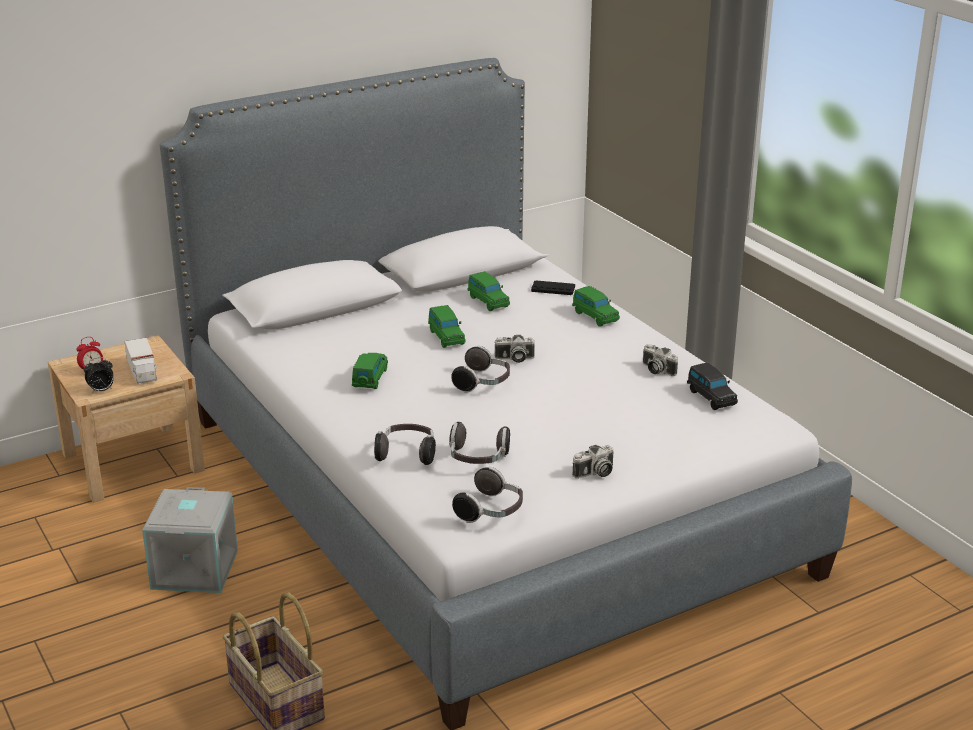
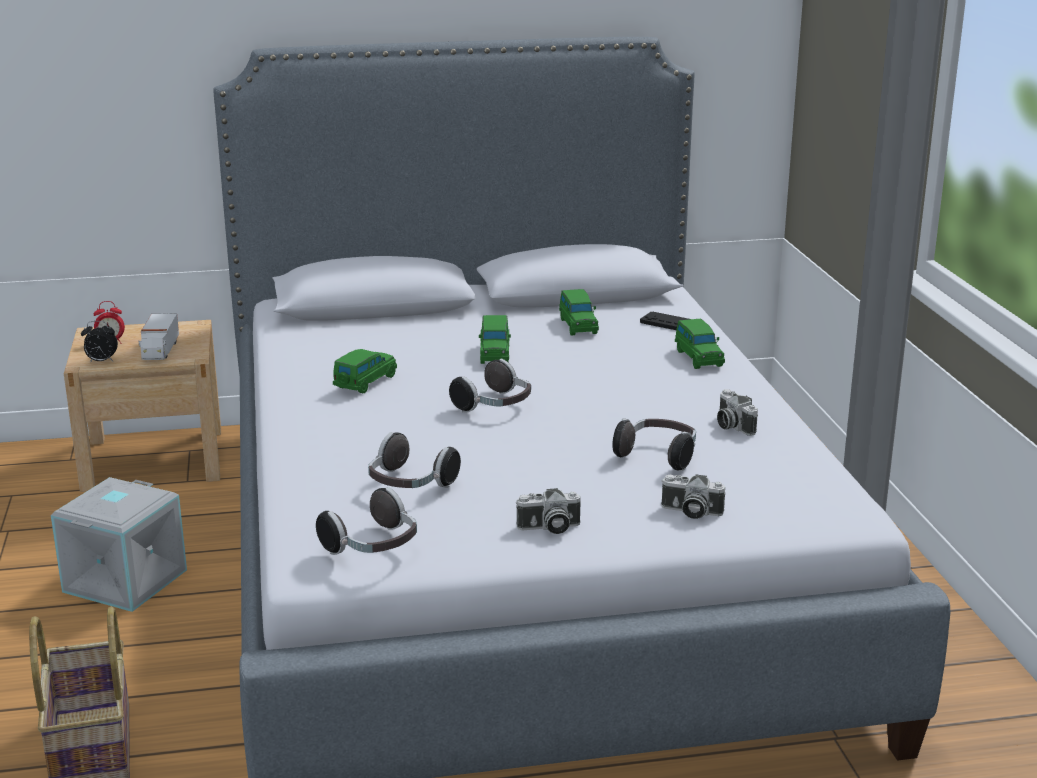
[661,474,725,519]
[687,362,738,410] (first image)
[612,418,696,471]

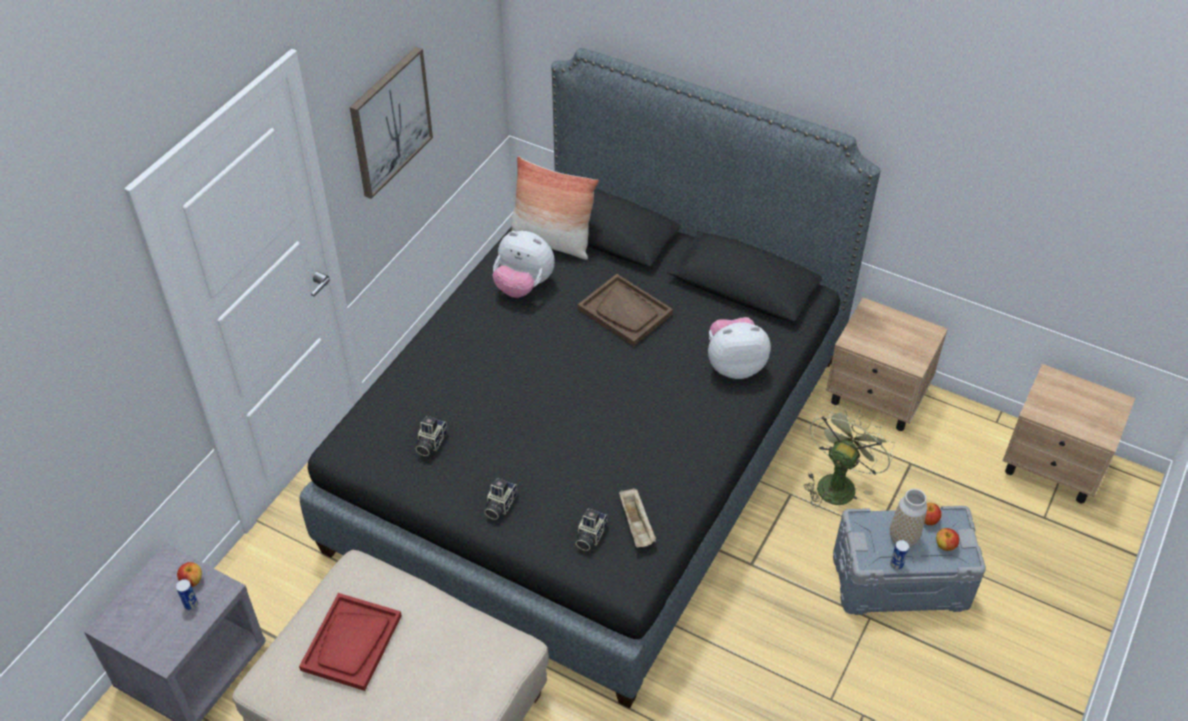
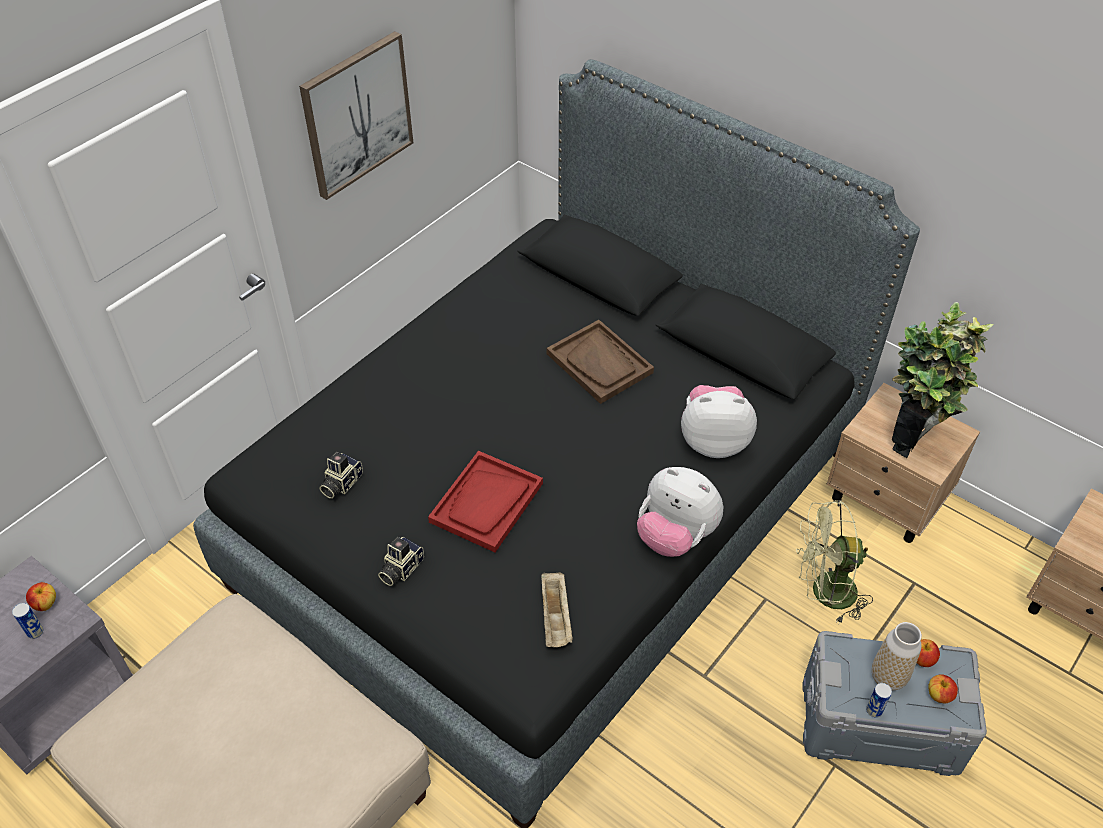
[508,156,599,260] (first image)
[637,467,723,557]
[796,500,873,624]
[576,508,608,551] (first image)
[428,451,543,552]
[892,302,994,458]

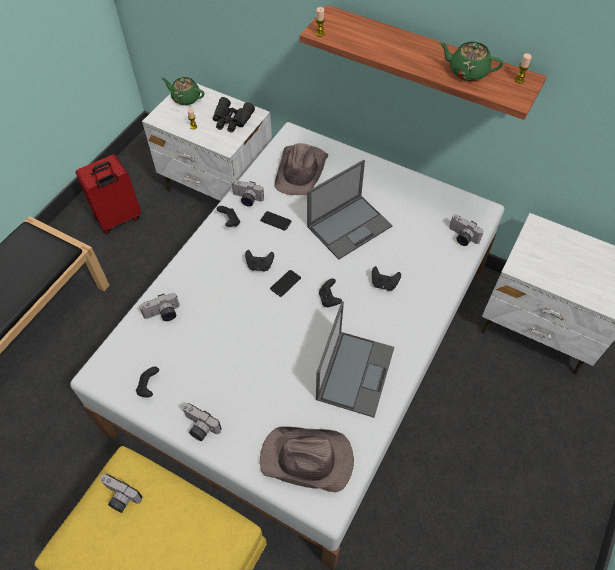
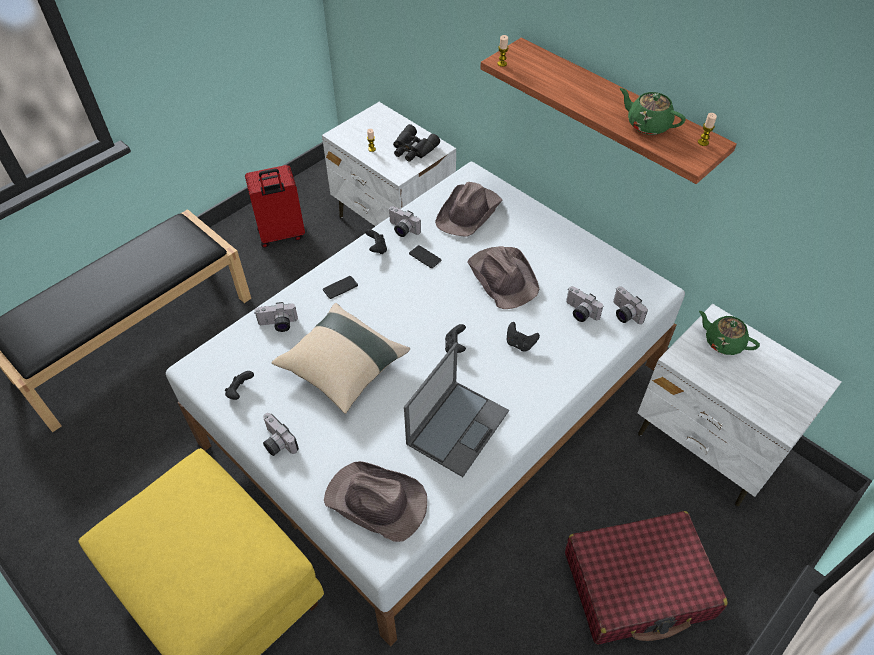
[699,311,760,355]
[468,246,539,309]
[245,250,274,271] (first image)
[323,276,358,299]
[566,286,603,322]
[271,303,410,414]
[565,511,728,644]

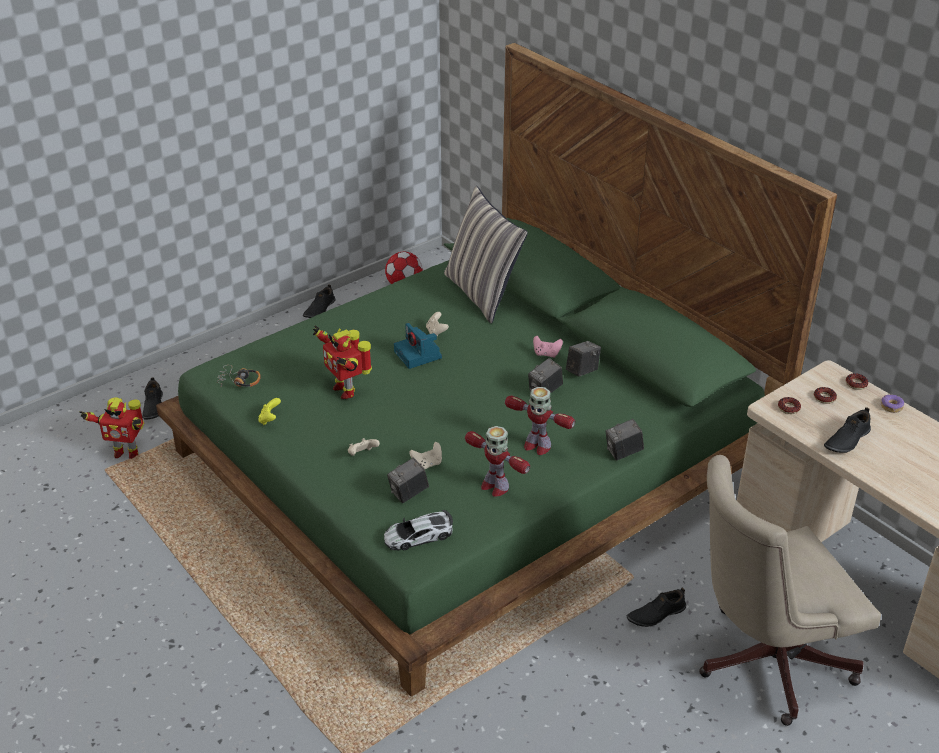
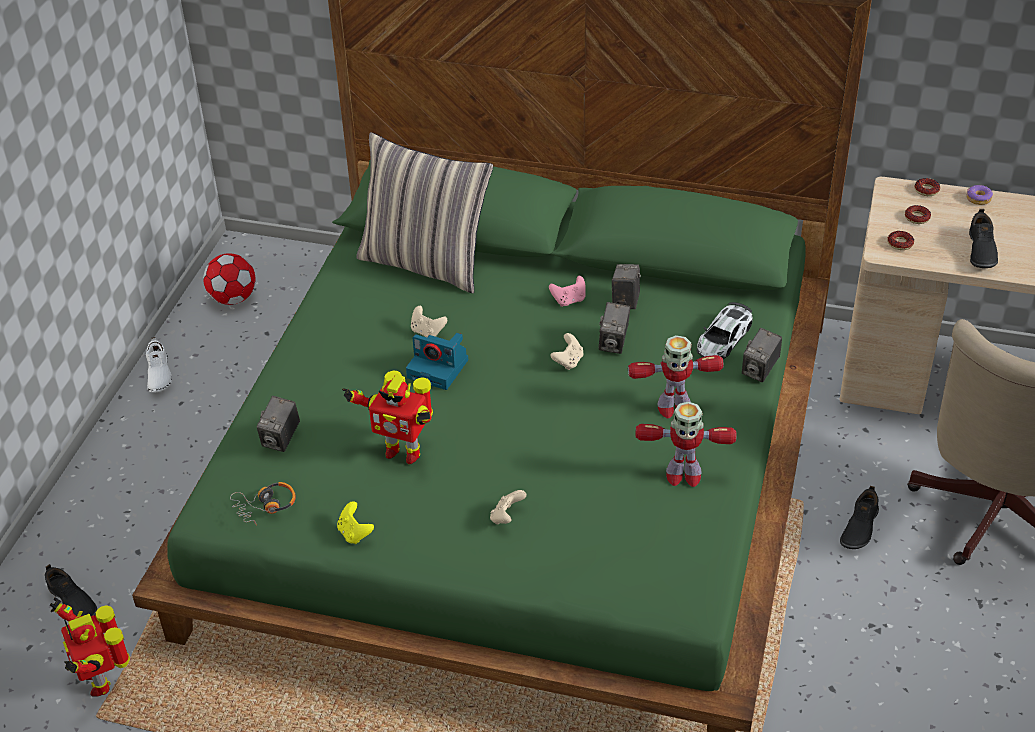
[146,337,172,393]
[50,597,130,697]
[550,333,583,370]
[257,396,300,452]
[697,302,753,359]

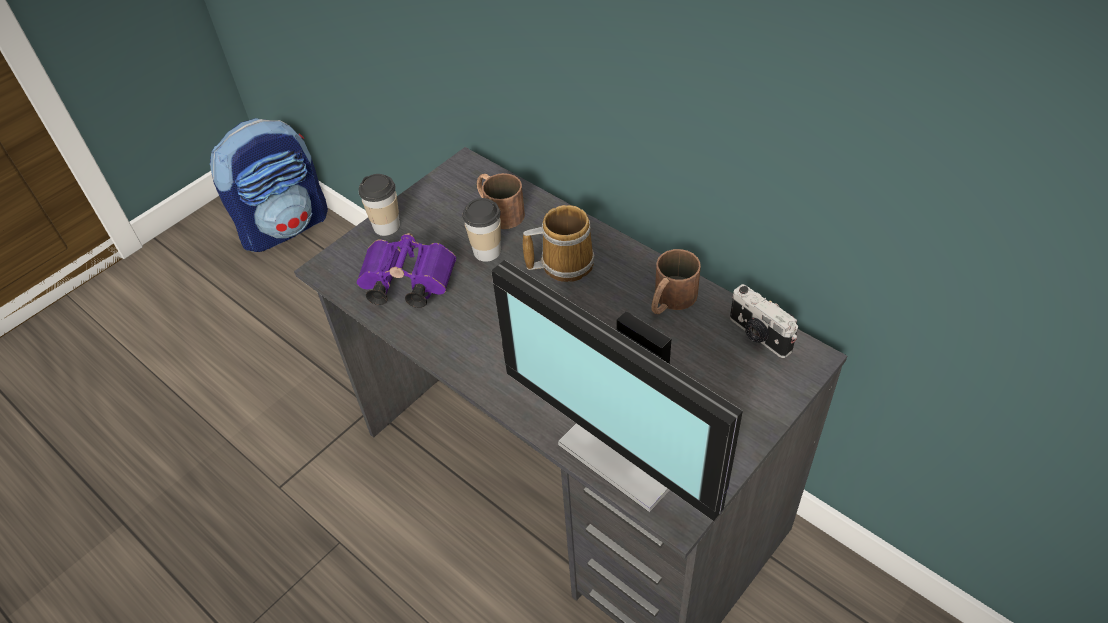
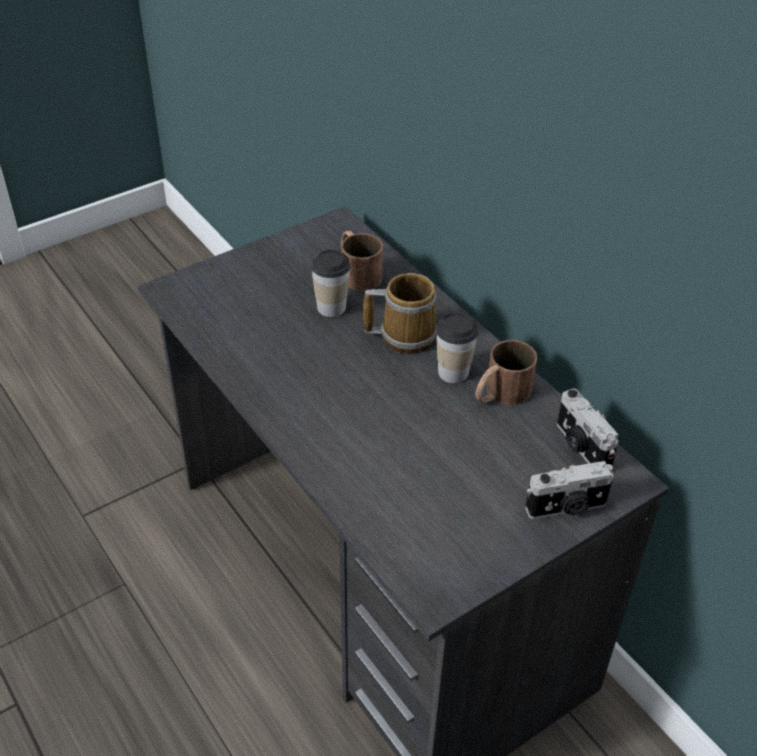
[210,118,328,252] (first image)
[436,313,478,383]
[357,233,456,308] (first image)
[491,260,743,521] (first image)
[525,461,614,519]

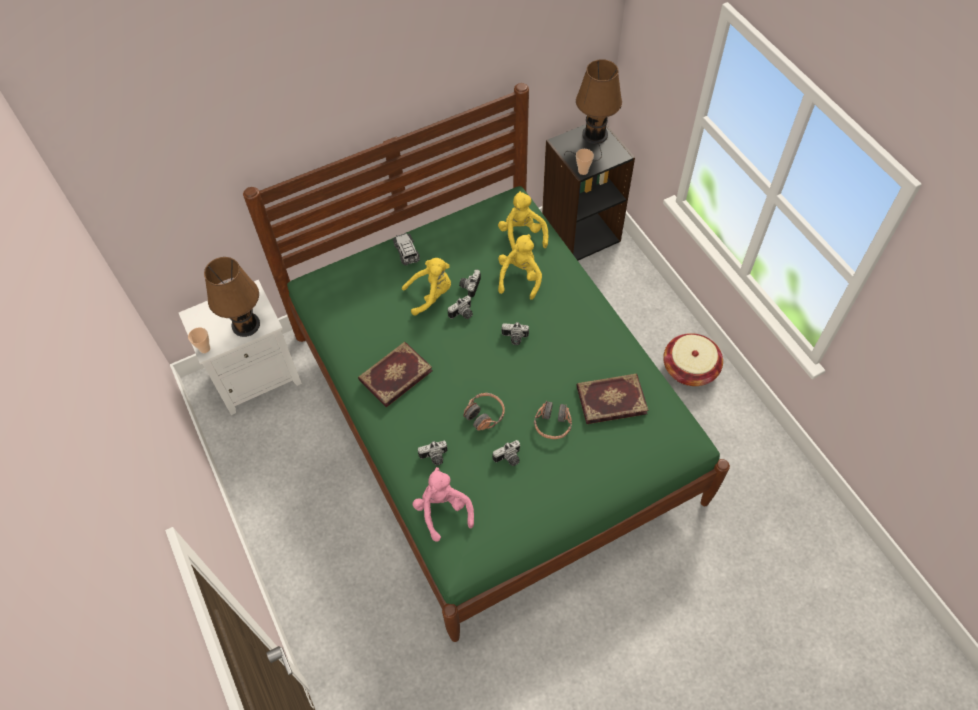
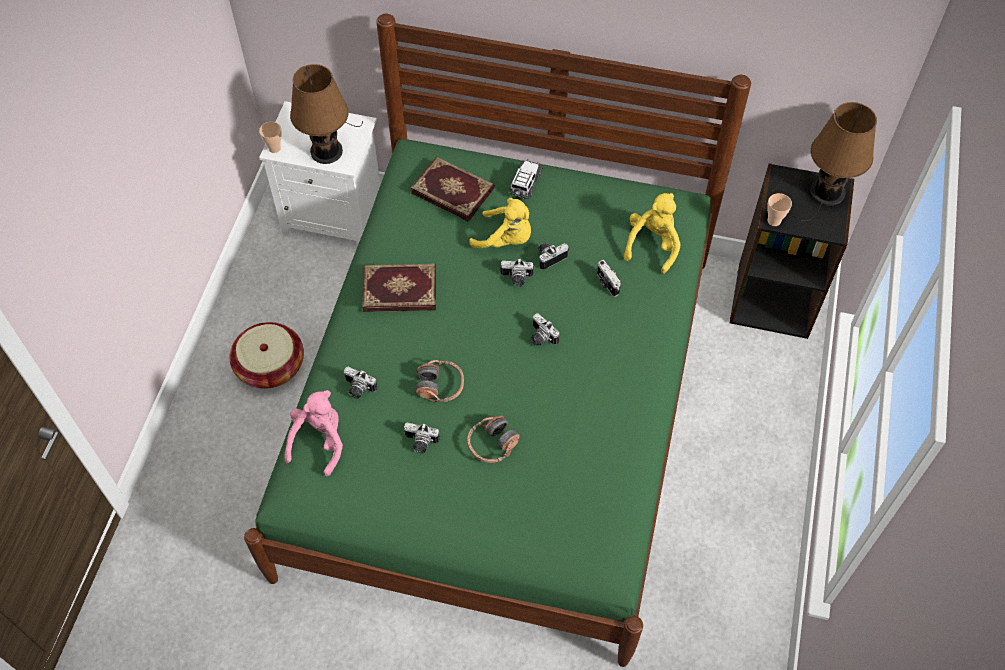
[597,260,621,297]
[230,322,304,389]
[410,157,495,222]

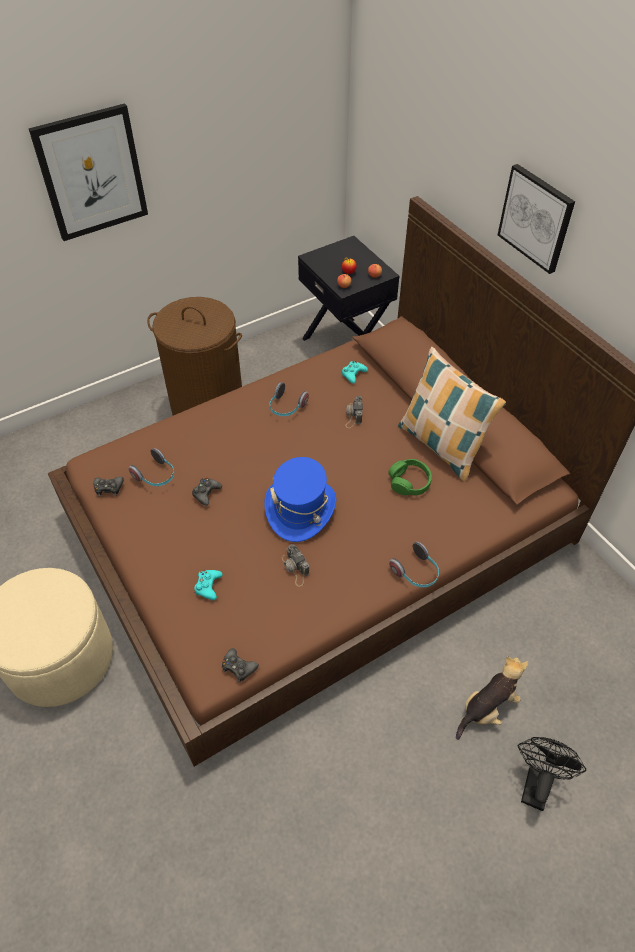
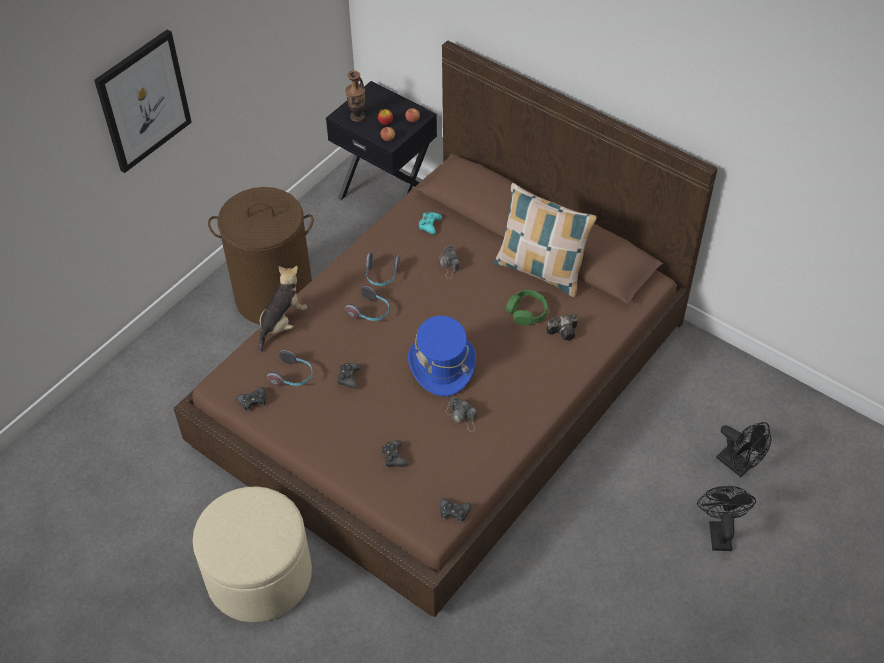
[498,164,575,274] (first image)
[345,286,389,321]
[381,440,407,467]
[258,266,307,352]
[345,71,365,122]
[546,314,578,341]
[716,422,771,477]

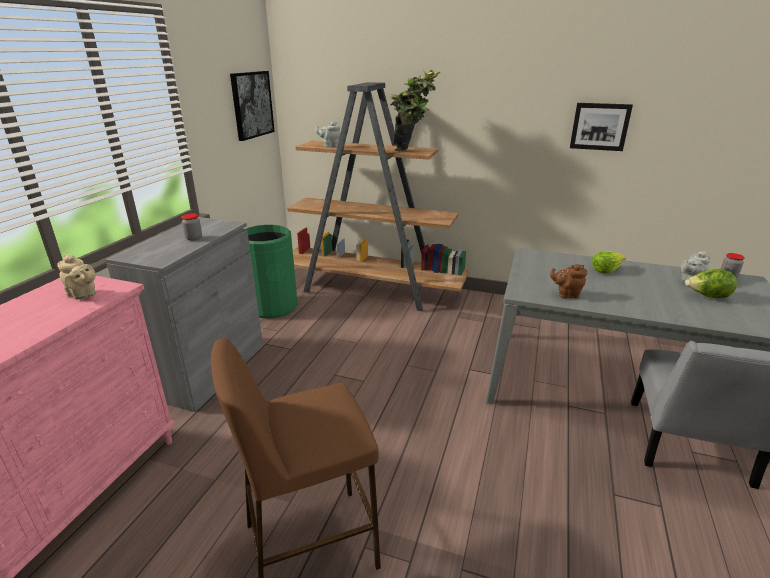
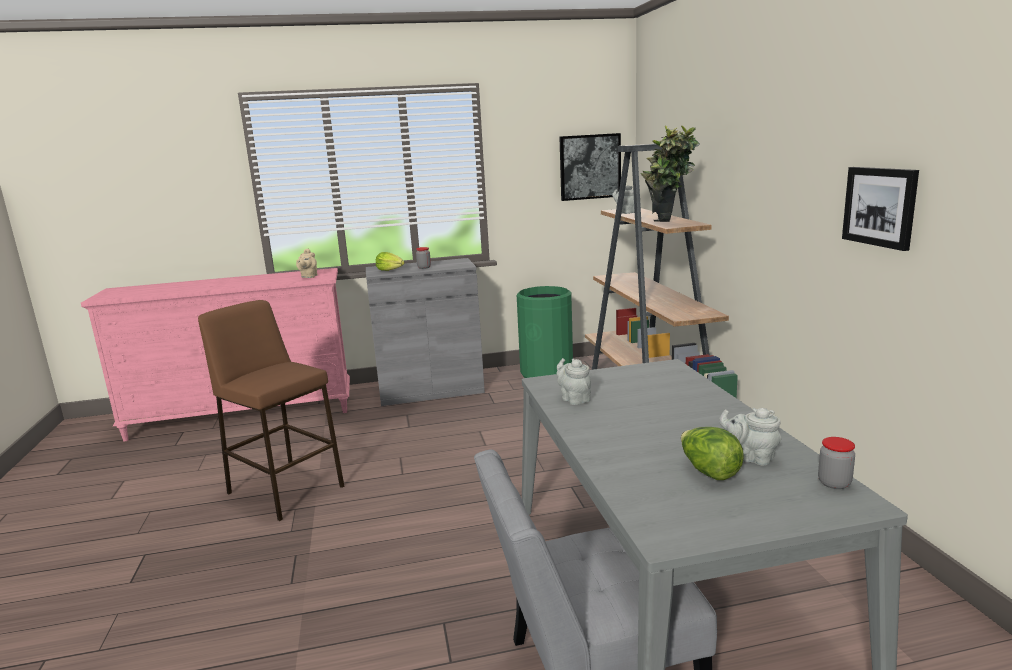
[376,252,404,271]
[556,358,591,405]

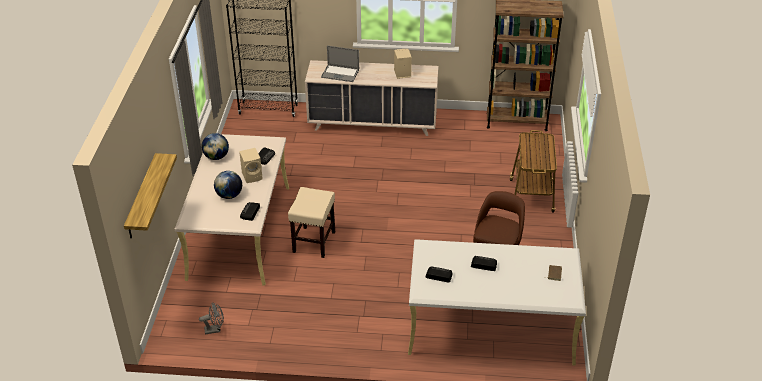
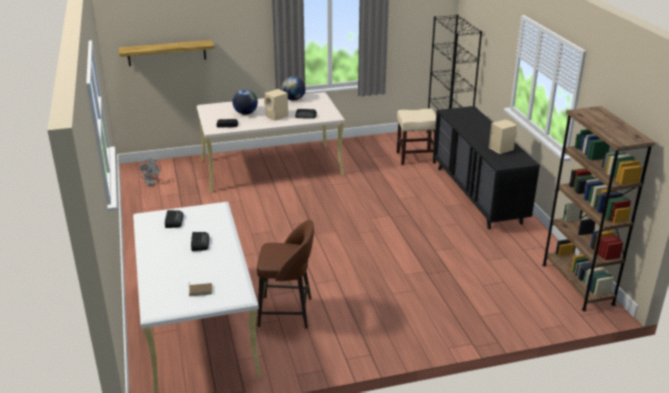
[321,46,359,82] (first image)
[433,106,540,229]
[510,130,557,213] (first image)
[397,108,436,165]

